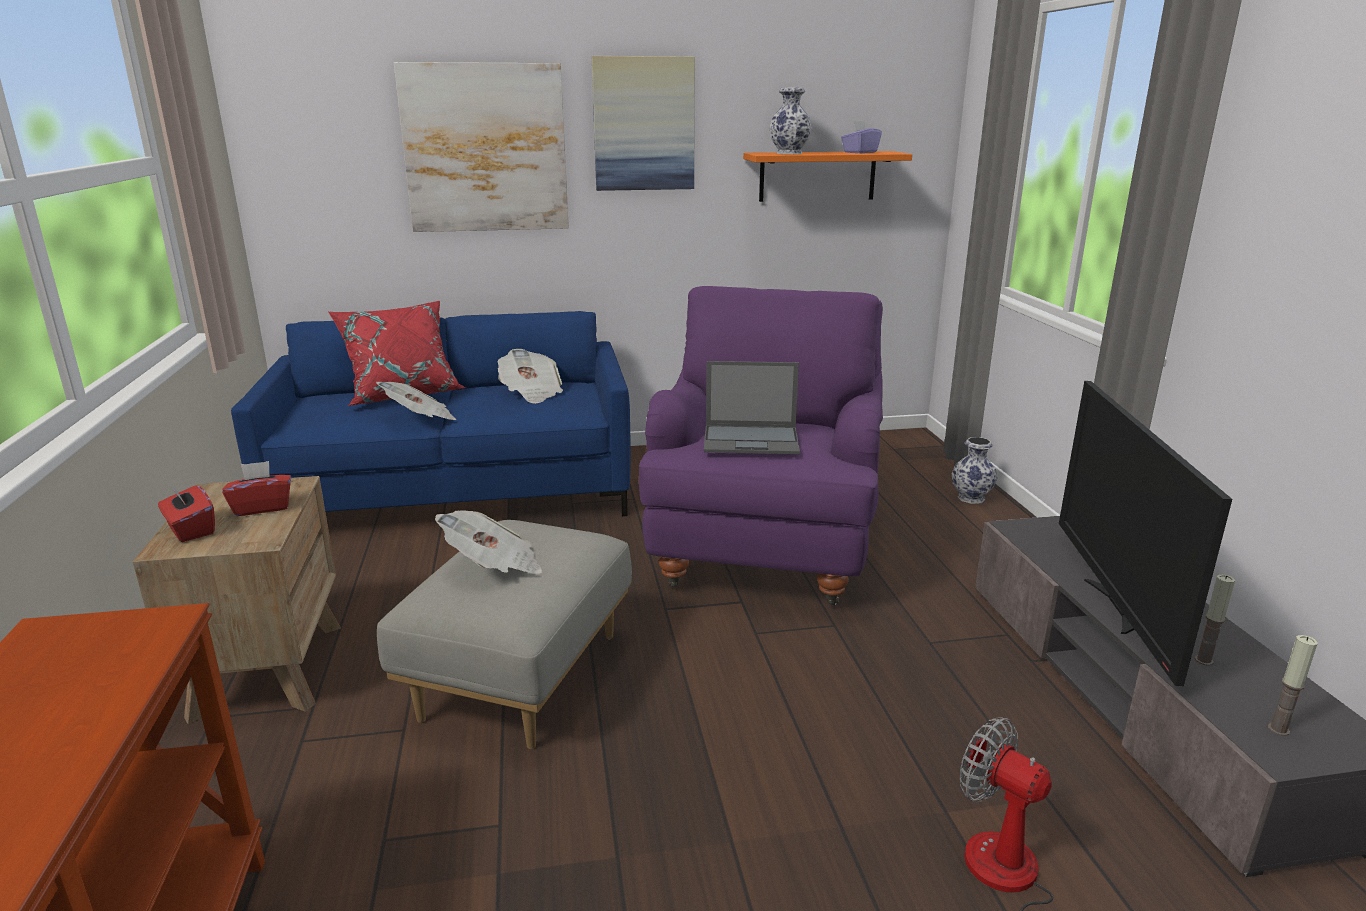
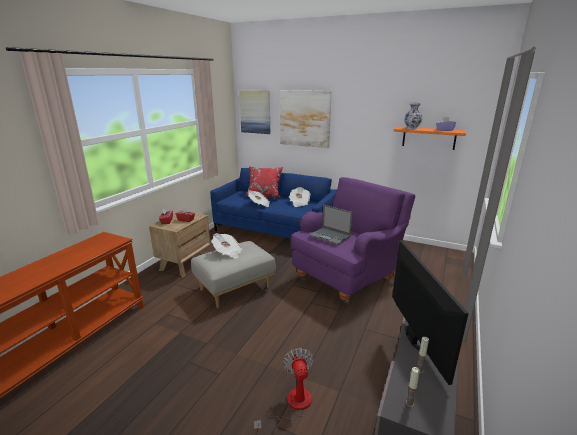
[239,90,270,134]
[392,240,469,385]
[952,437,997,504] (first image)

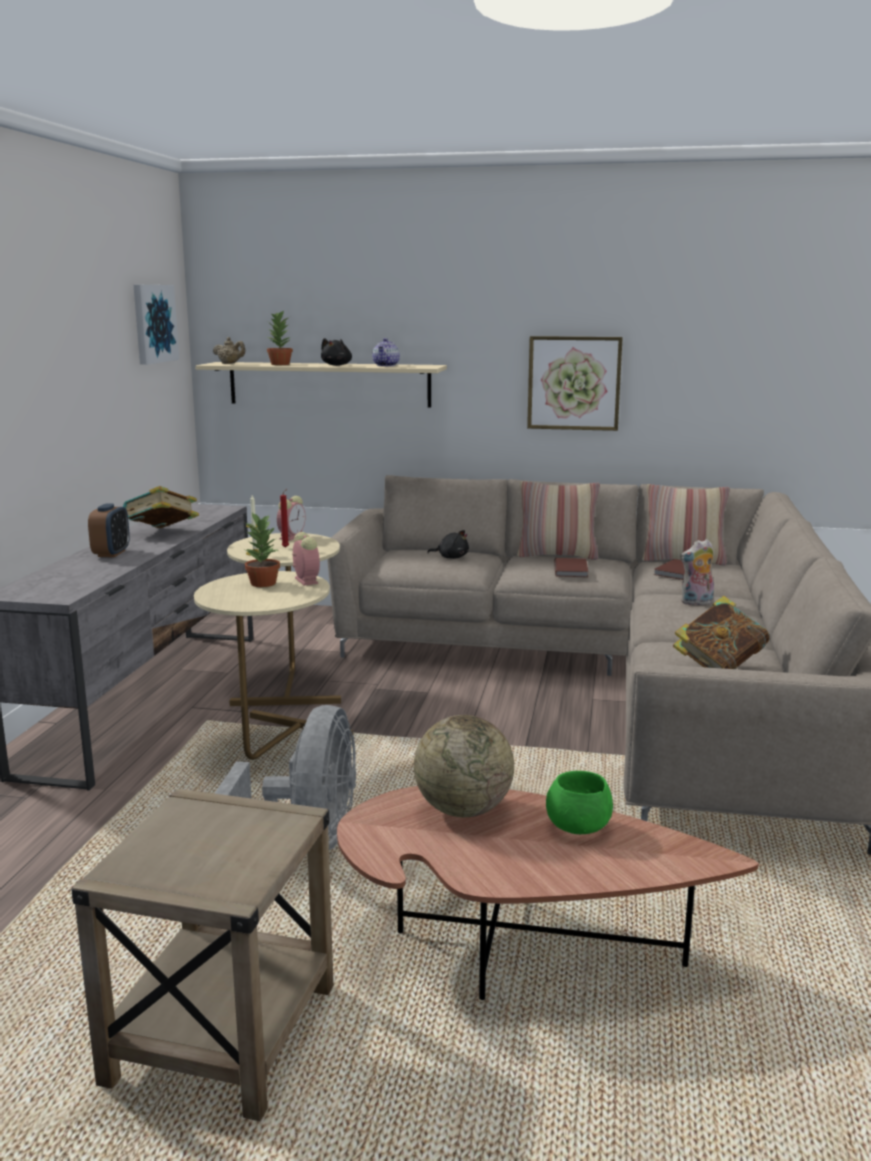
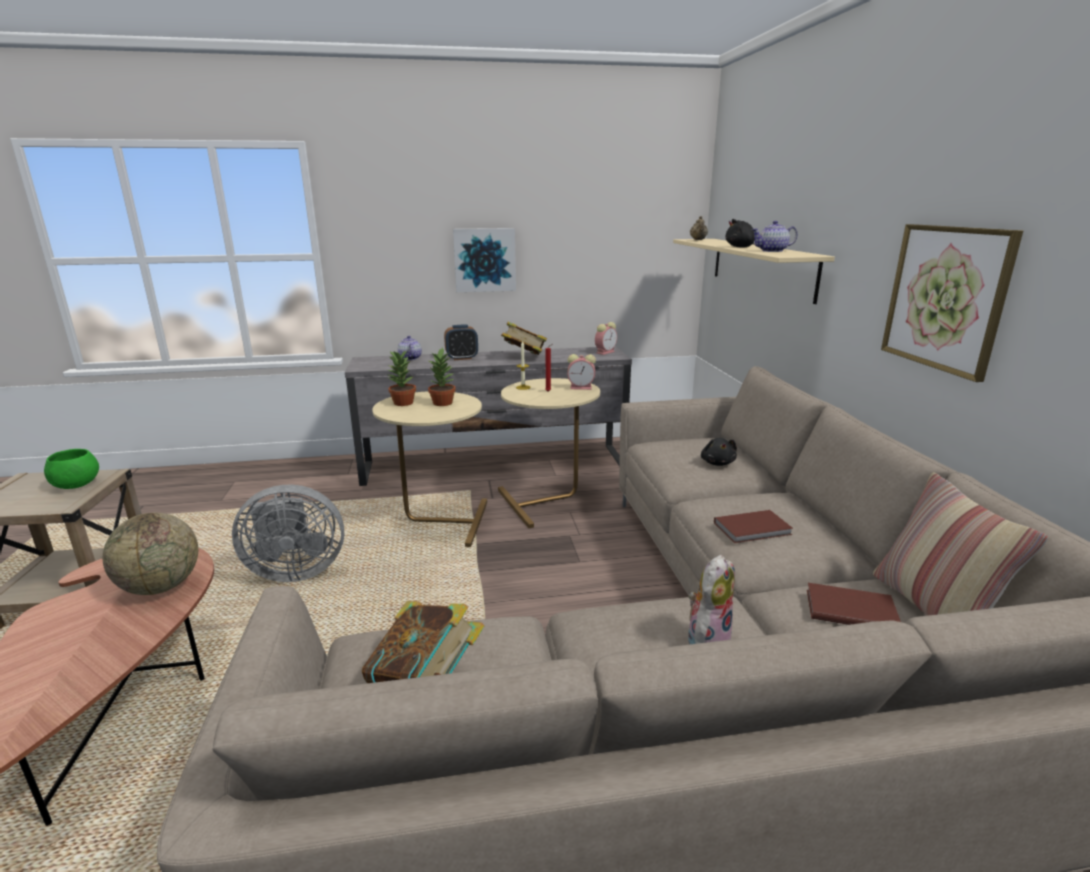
[453,228,516,292]
[388,351,416,406]
[517,481,600,560] (first image)
[595,322,617,355]
[688,555,735,644]
[44,449,99,489]
[398,336,422,360]

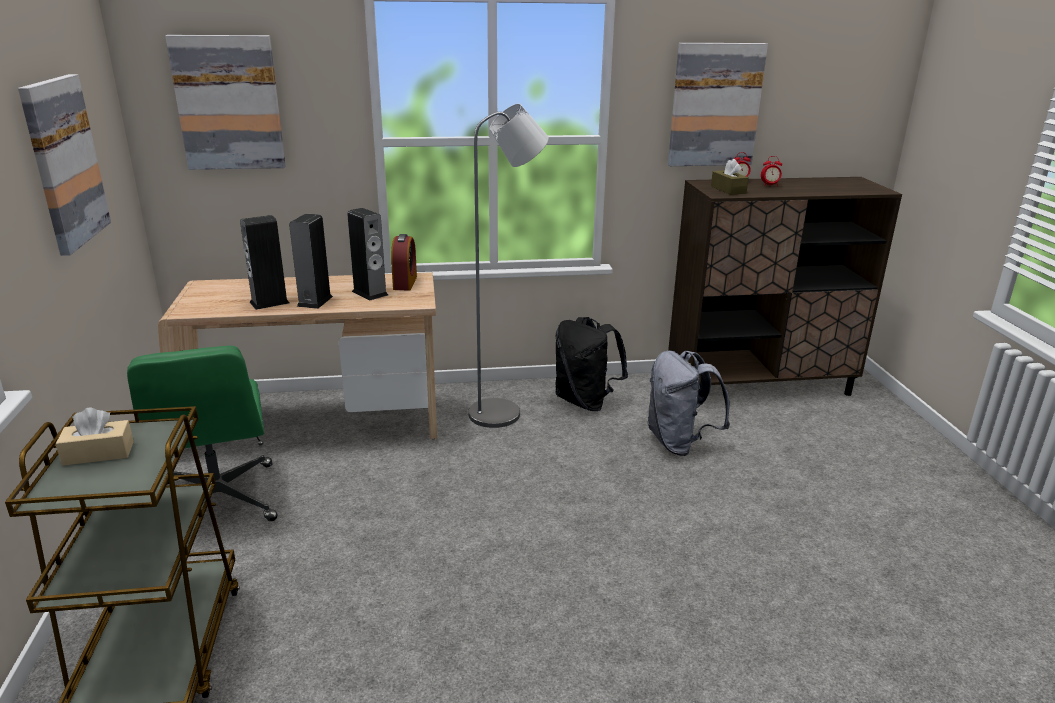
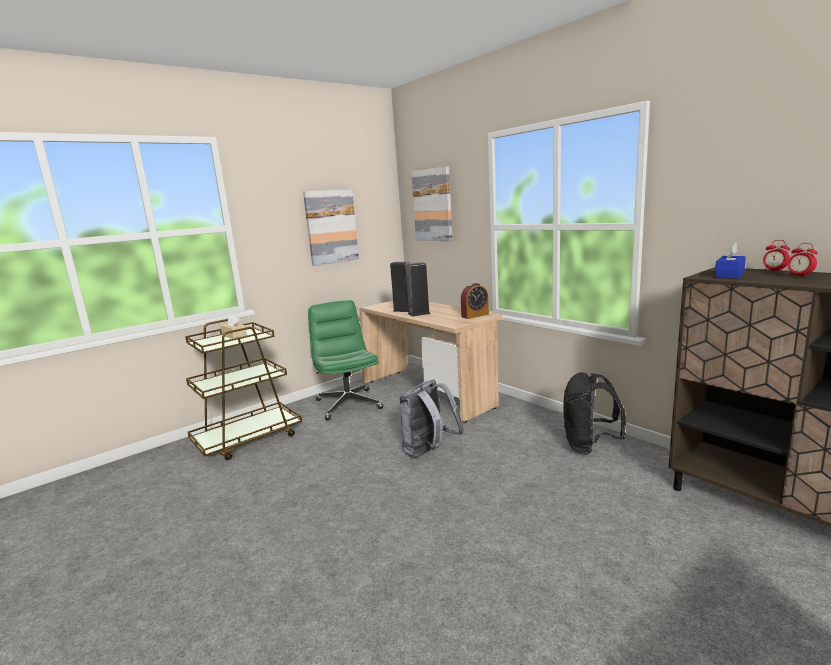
[668,43,768,166] (first image)
[469,104,549,428] (first image)
[714,242,746,279]
[347,208,388,301] (first image)
[308,300,383,420]
[400,380,464,458]

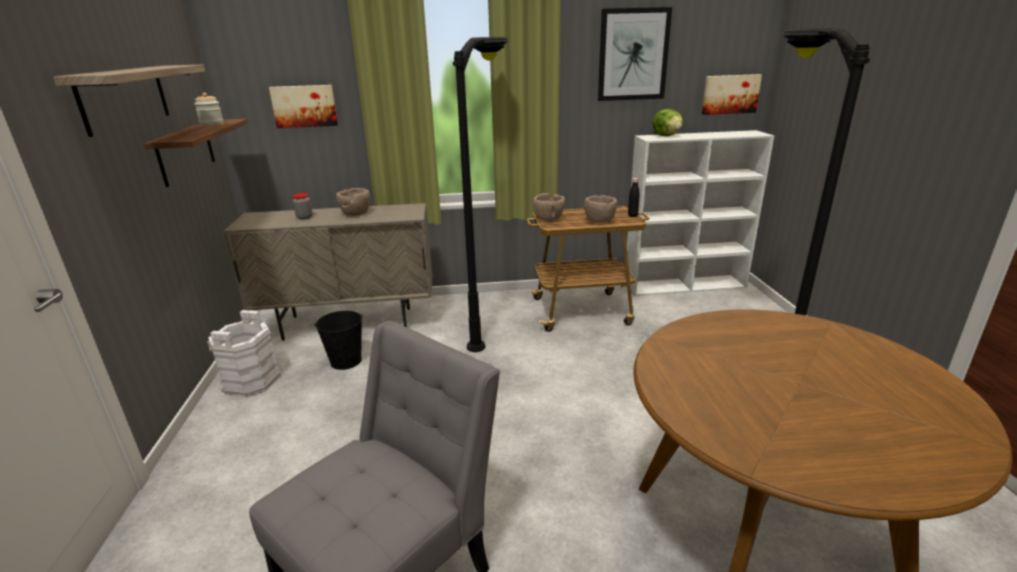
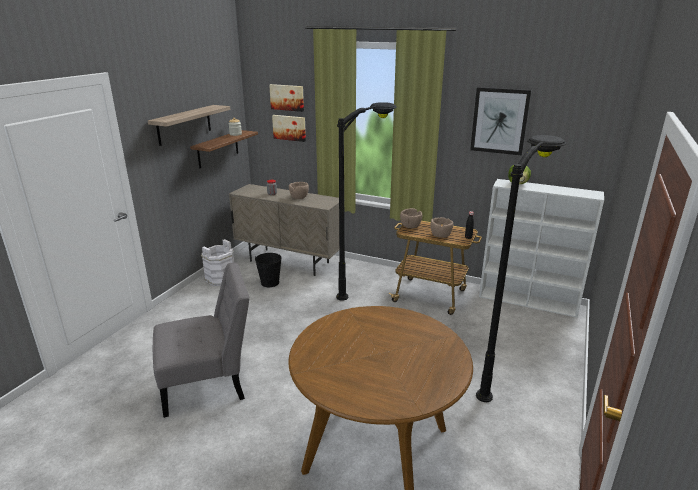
[269,84,304,112]

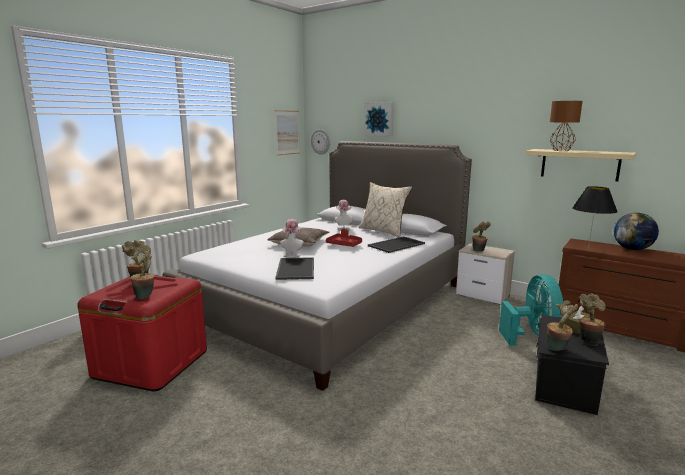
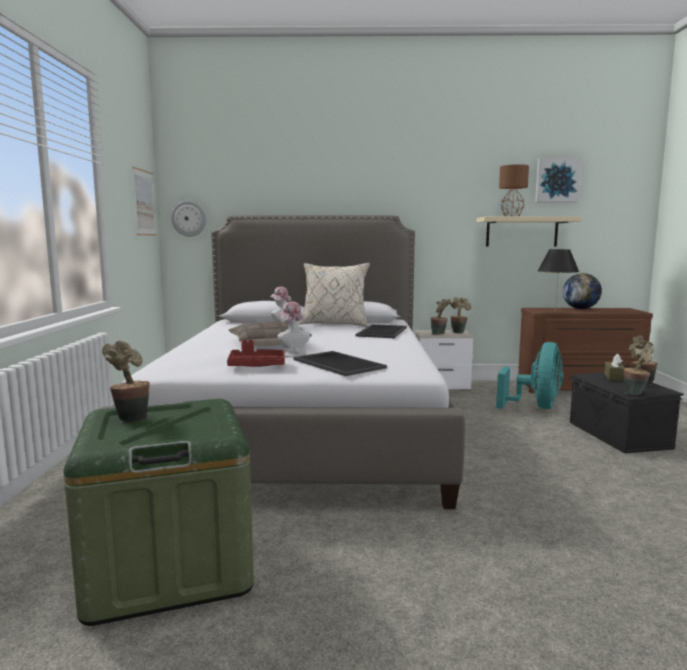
[535,158,582,202]
[227,340,285,367]
[449,297,472,334]
[64,399,254,626]
[496,342,564,409]

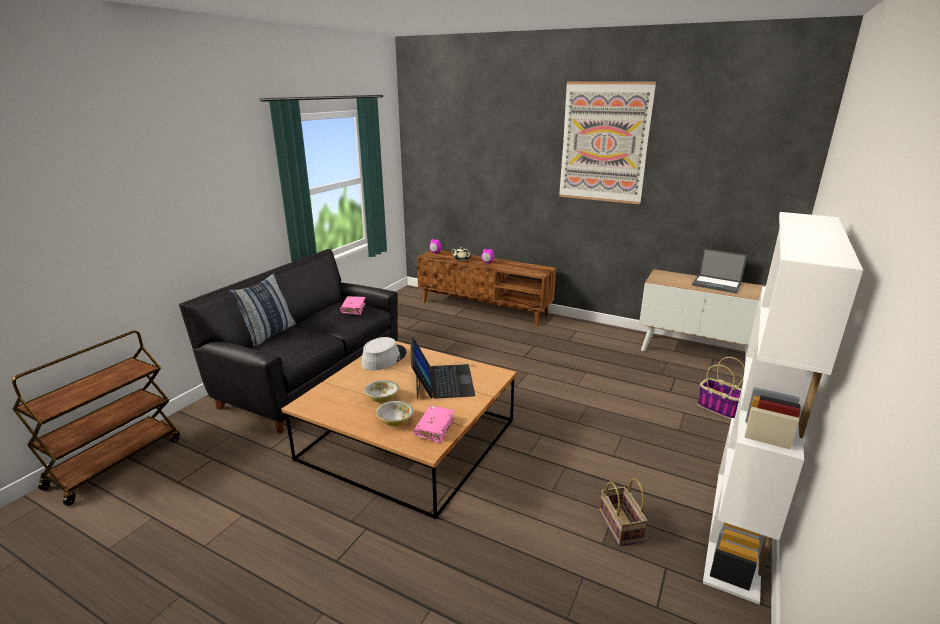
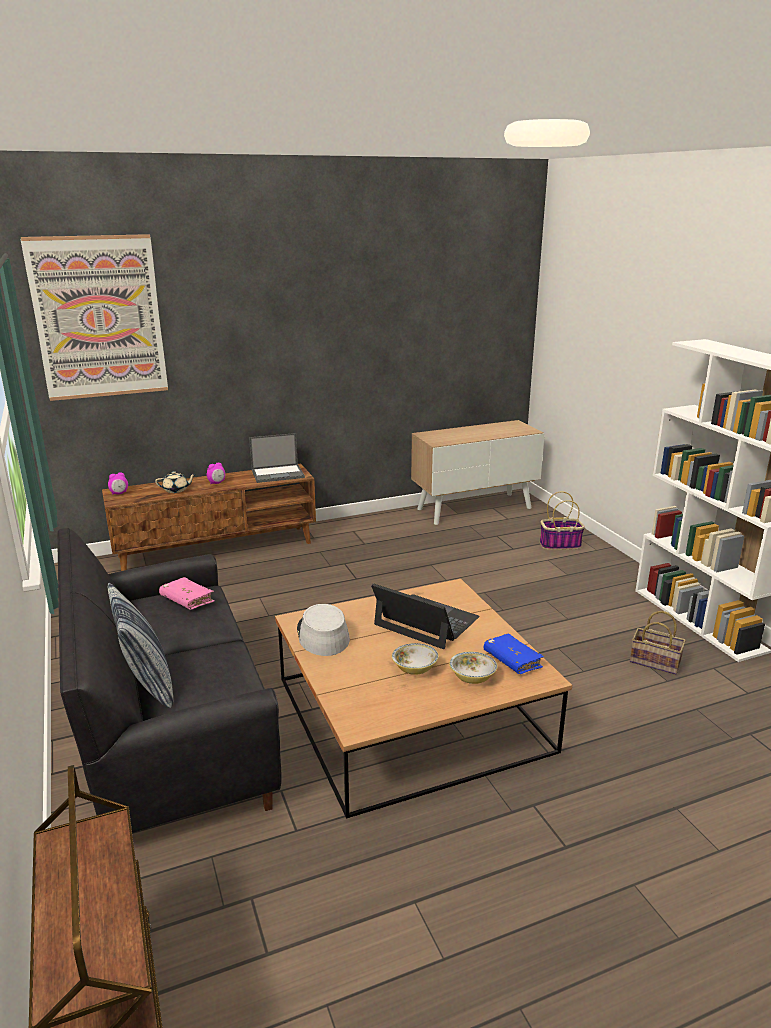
[21,234,168,401]
[249,433,305,483]
[483,633,544,674]

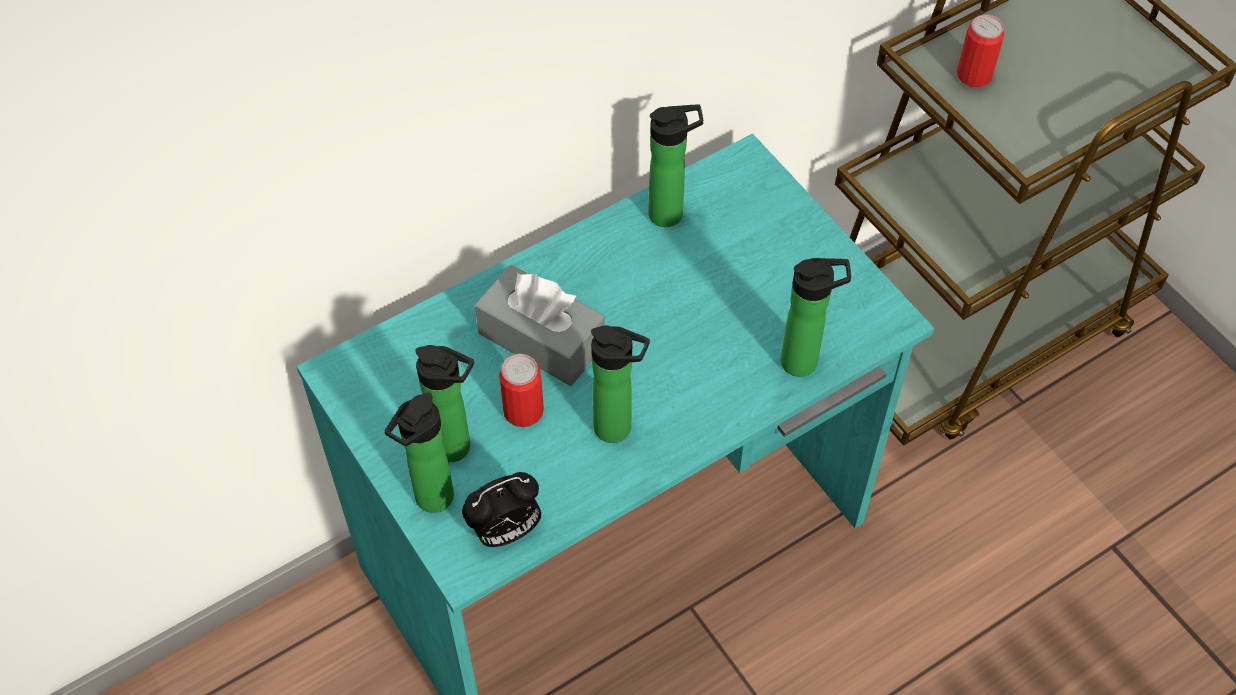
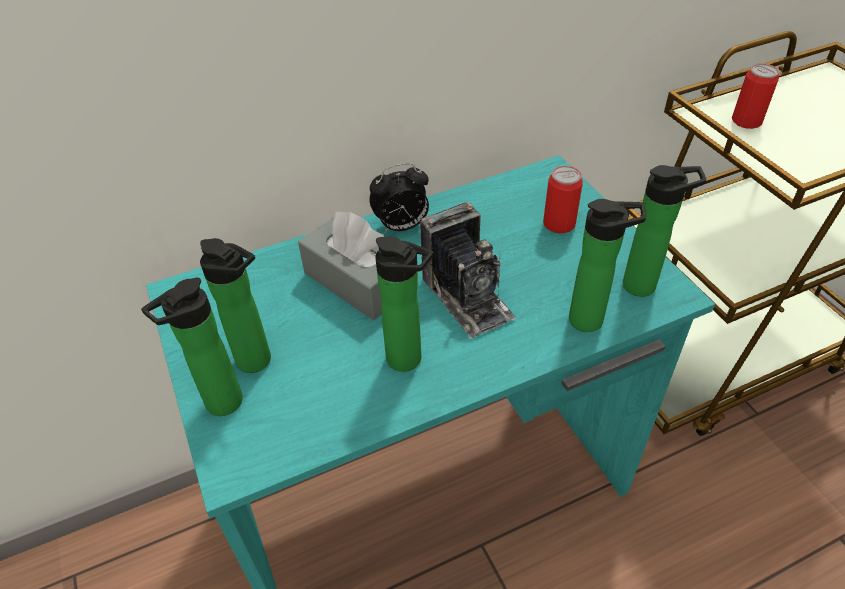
[623,165,706,297]
[543,165,583,233]
[369,163,429,233]
[420,202,516,339]

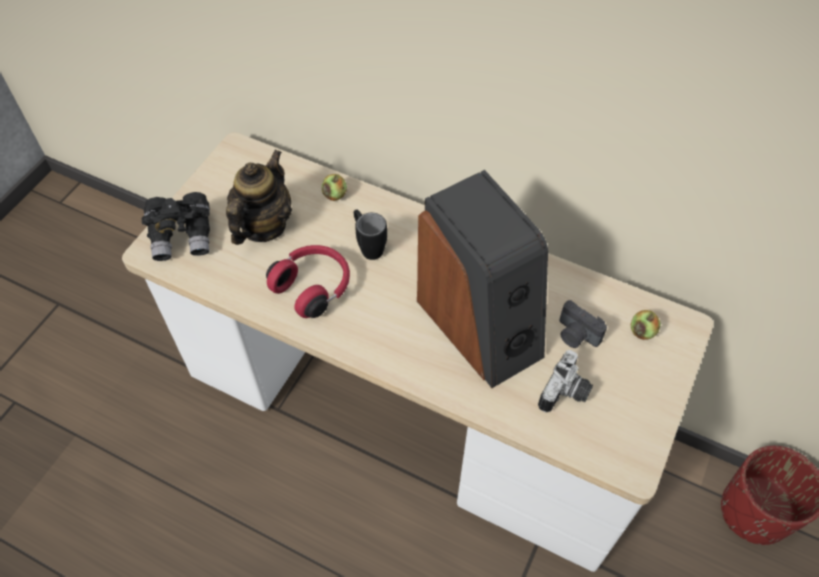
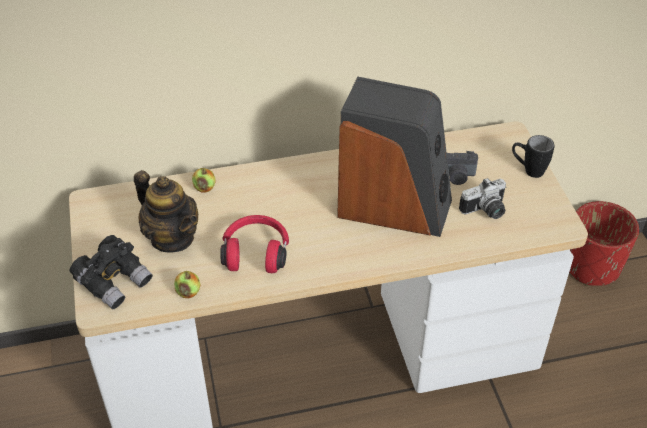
[134,170,198,252]
[512,135,554,178]
[174,271,200,298]
[459,178,506,219]

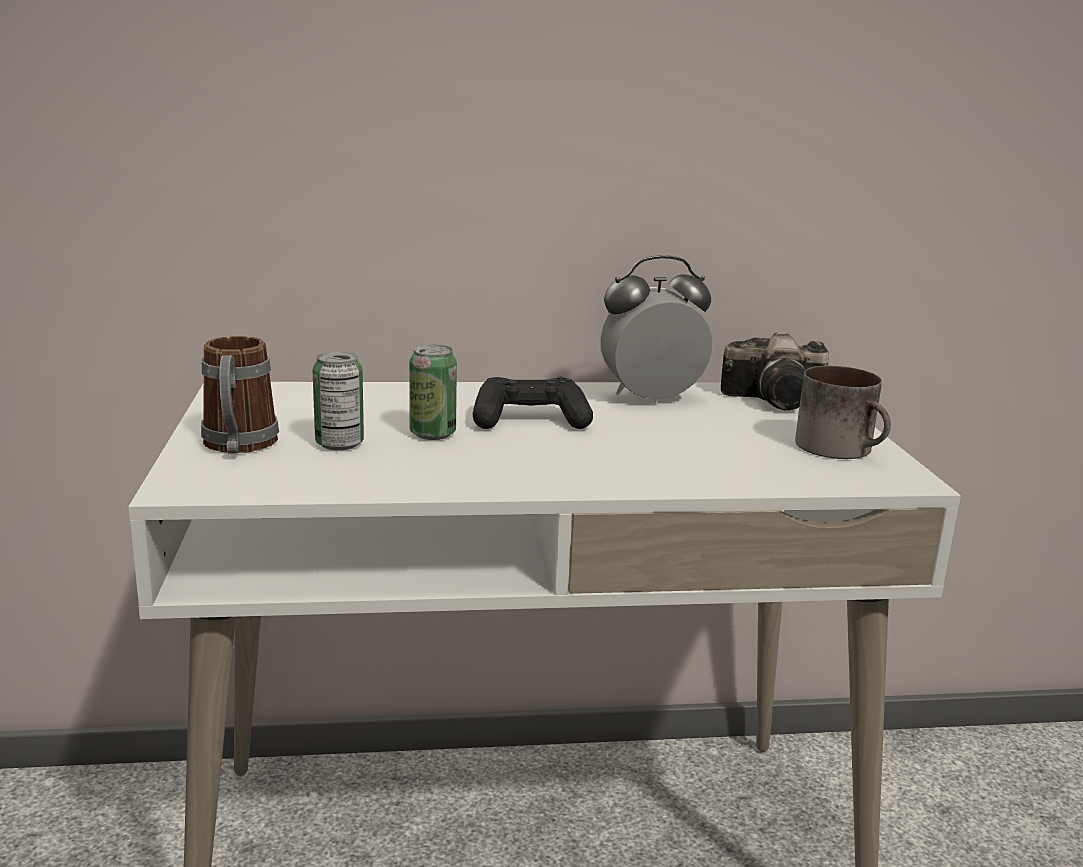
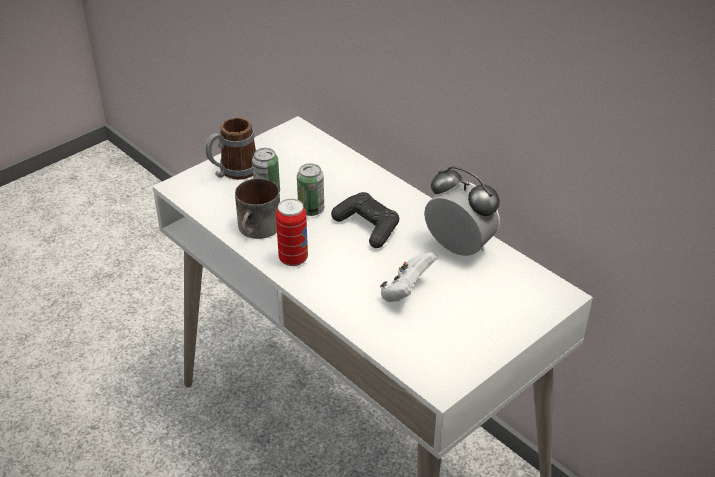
[721,333,829,410] (first image)
[235,178,280,239]
[276,199,308,266]
[380,252,437,302]

